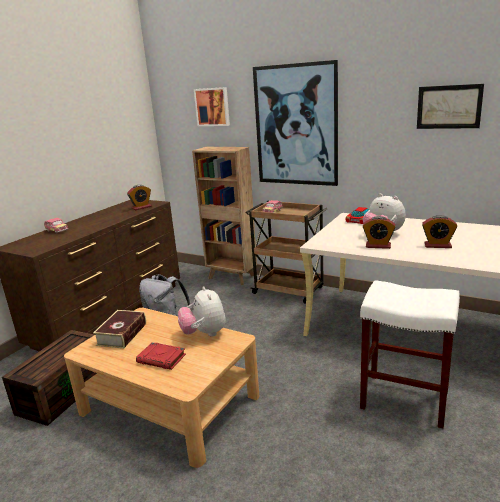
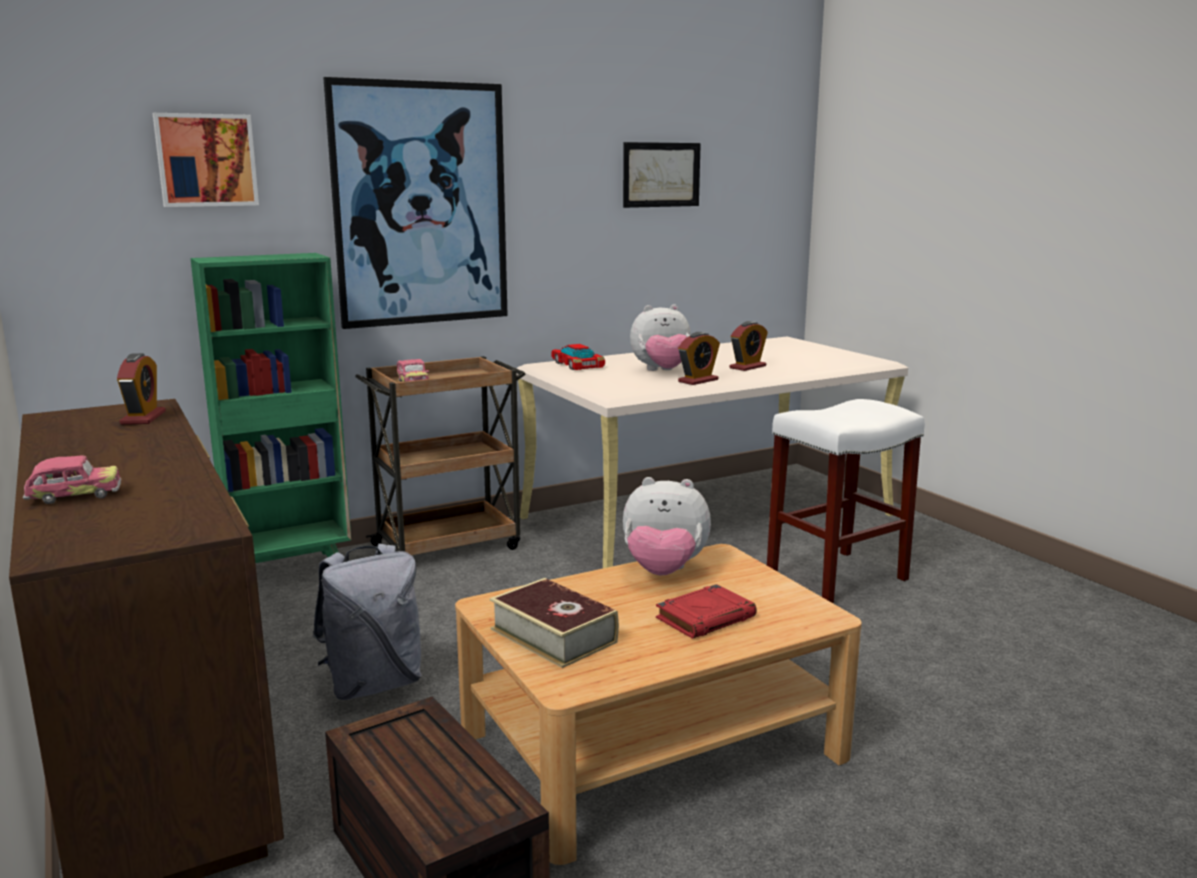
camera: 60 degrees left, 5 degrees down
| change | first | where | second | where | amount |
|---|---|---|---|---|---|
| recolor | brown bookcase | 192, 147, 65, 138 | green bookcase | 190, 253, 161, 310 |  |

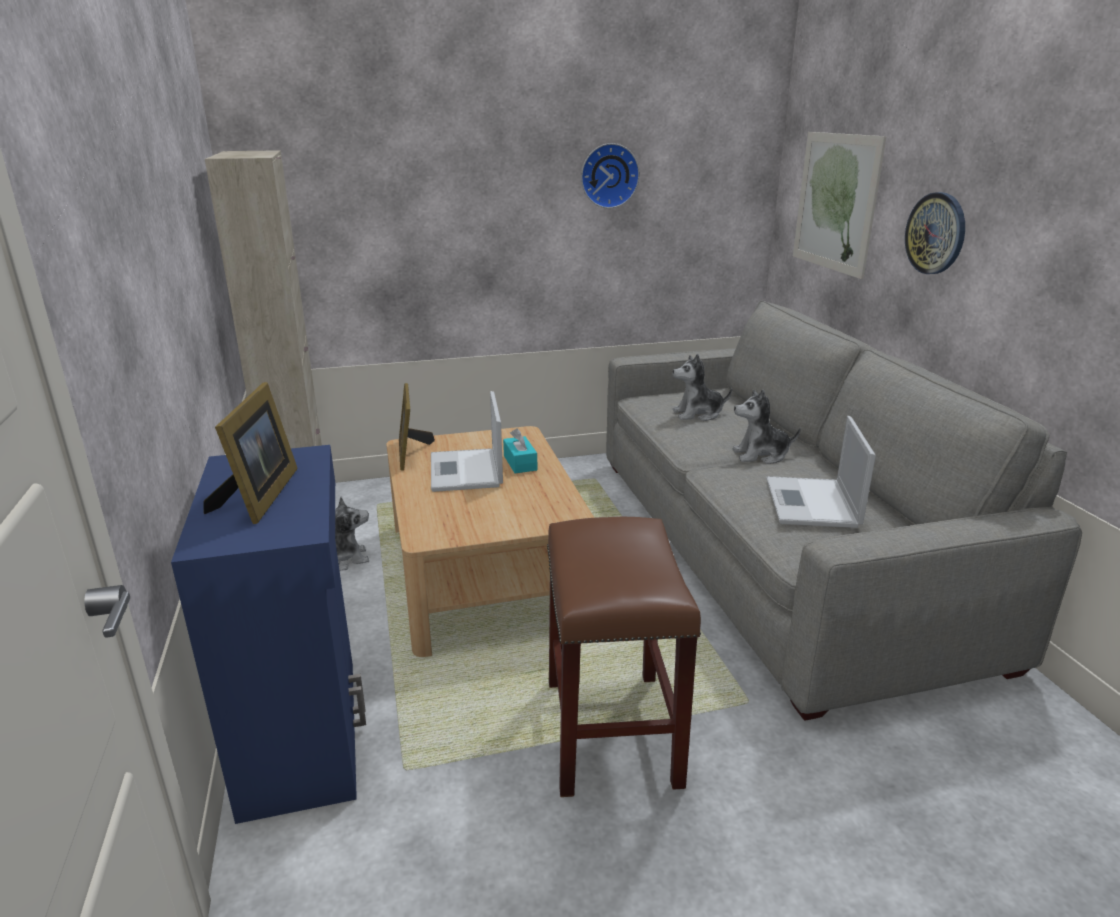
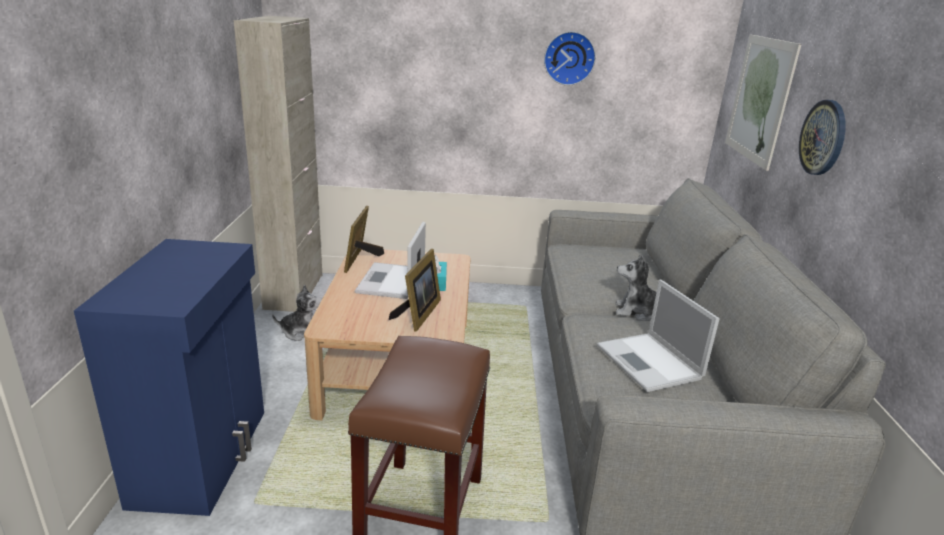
camera: 15 degrees right, 0 degrees up
| change | first | where | second | where | amount |
|---|---|---|---|---|---|
| delete | plush toy | 673, 354, 59, 67 |  |  |  |
| move | picture frame | 203, 382, 95, 142 |  | 389, 249, 52, 82 |  |
| rotate | laptop | 766, 416, 110, 112 |  | 597, 279, 123, 113 | 45 degrees counterclockwise |

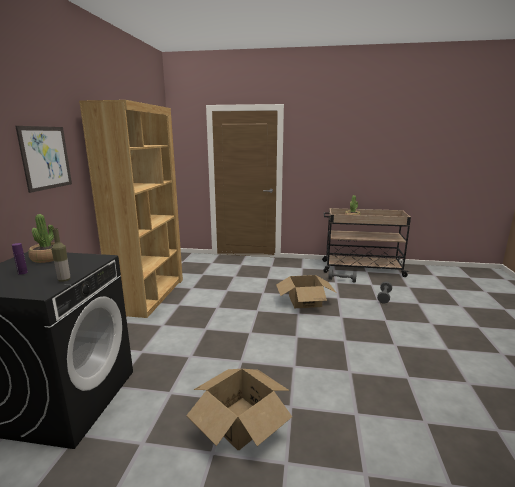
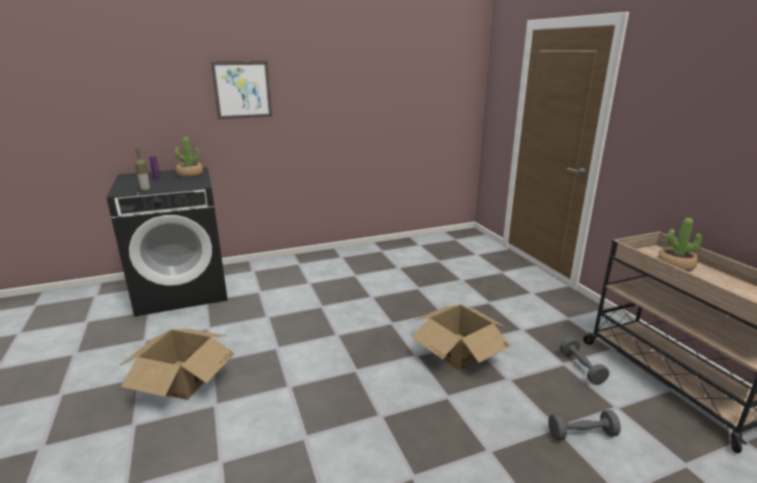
camera: 60 degrees right, 5 degrees up
| change | first | where | second | where | amount |
|---|---|---|---|---|---|
| delete | brown bookcase | 79, 100, 104, 218 |  |  |  |

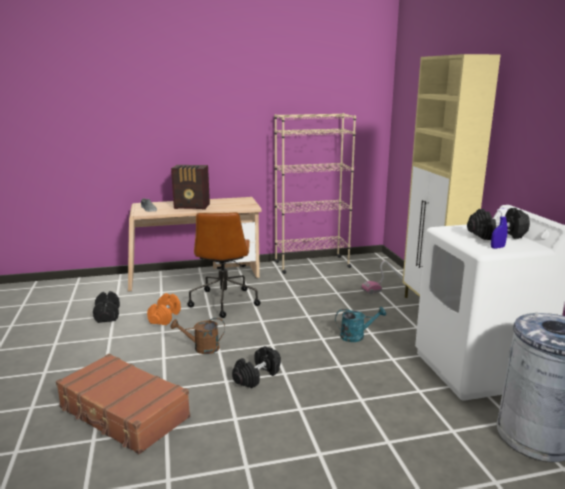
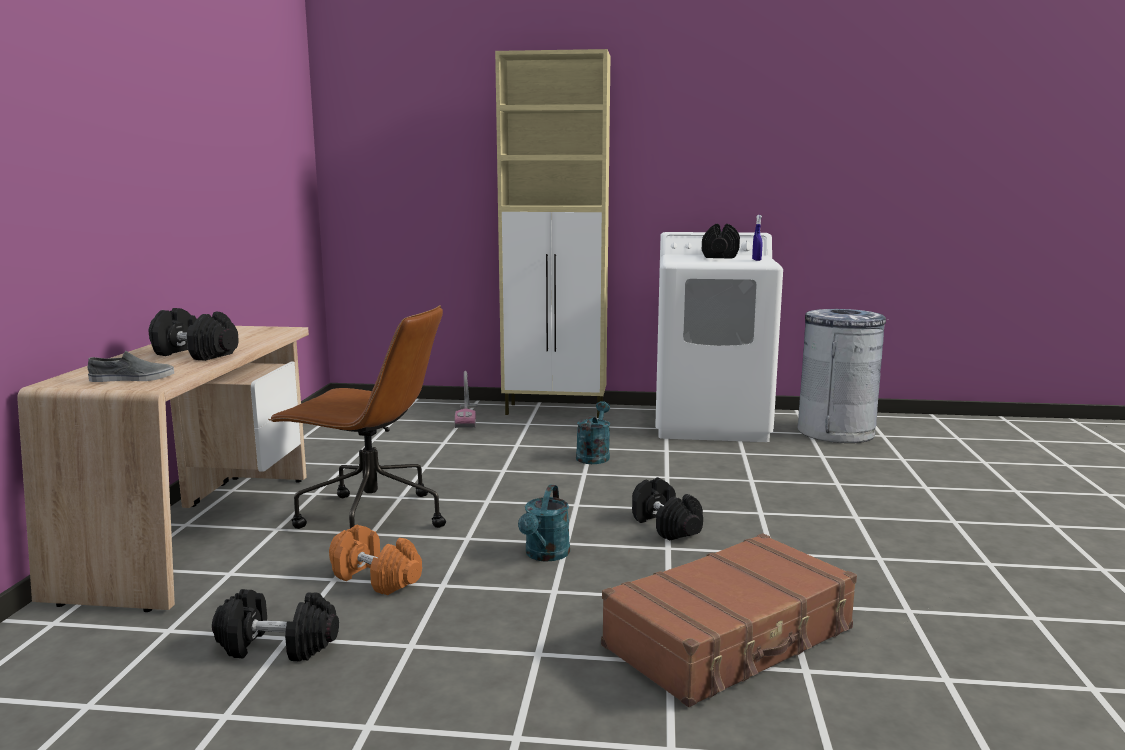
camera: 70 degrees left, 5 degrees down
| change | first | where | second | where | amount |
|---|---|---|---|---|---|
| delete | beige bookcase | 274, 113, 82, 161 |  |  |  |
| replace | radio | 171, 165, 39, 45 | black dumbbell | 149, 308, 90, 53 |  |
| recolor | brown watering can | 171, 318, 54, 36 | turquoise watering can | 518, 484, 52, 78 |  |

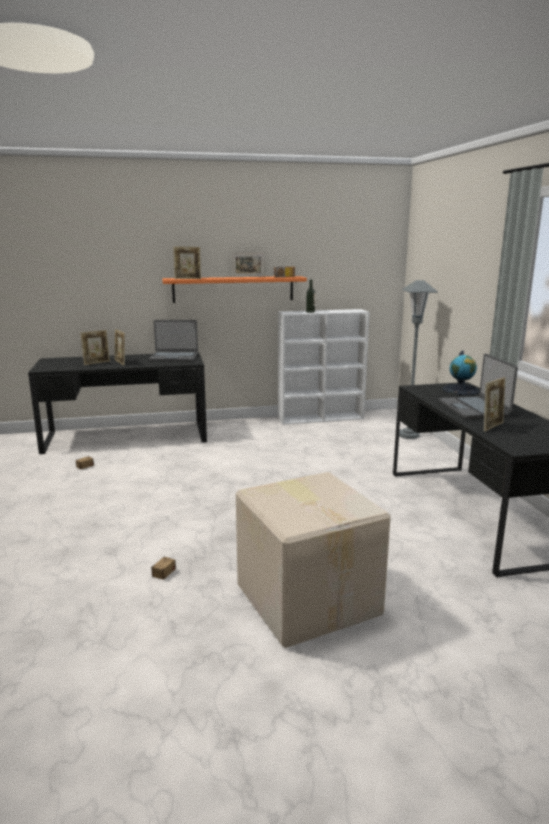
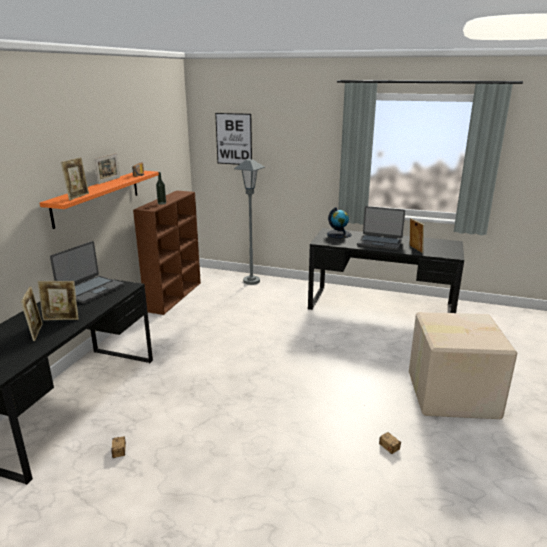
camera: 60 degrees left, 5 degrees up
| change | first | where | second | where | amount |
|---|---|---|---|---|---|
| recolor | white bookcase | 278, 309, 91, 116 | brown bookcase | 133, 191, 68, 124 |  |
| insert |  |  | picture | 215, 113, 37, 52 |  |

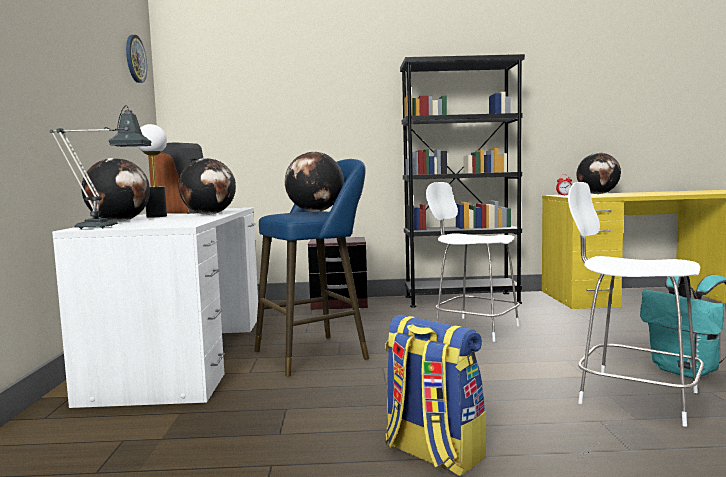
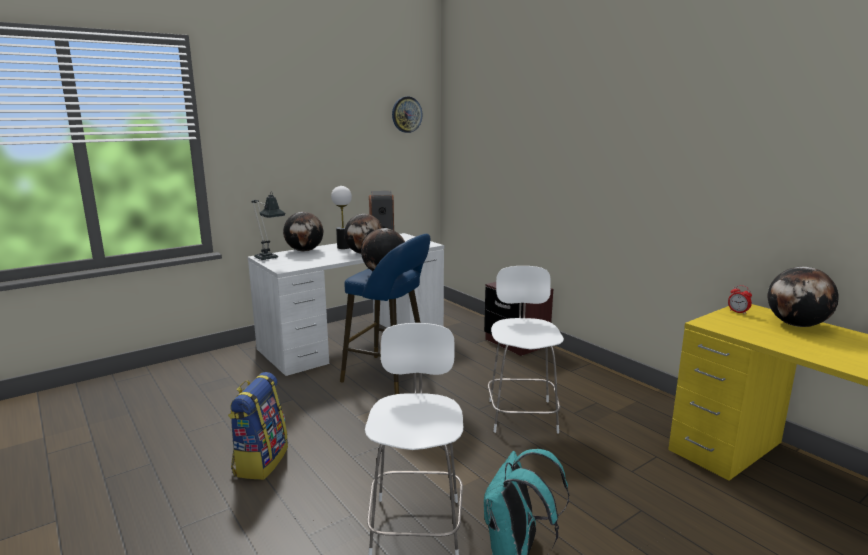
camera: 55 degrees right, 10 degrees up
| change | first | where | second | where | amount |
|---|---|---|---|---|---|
| delete | black bookcase | 400, 54, 125, 254 |  |  |  |

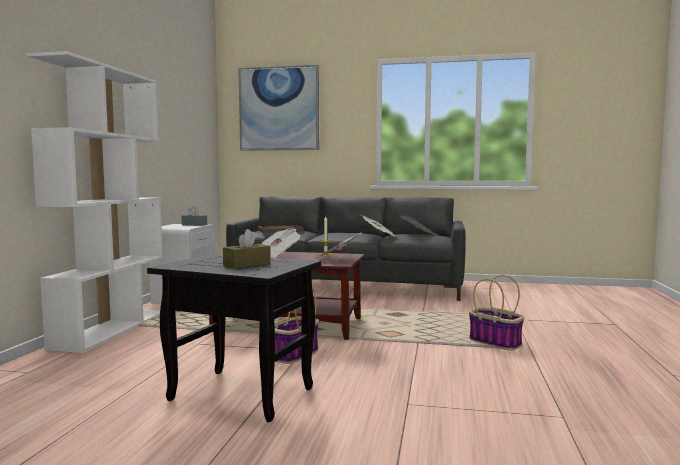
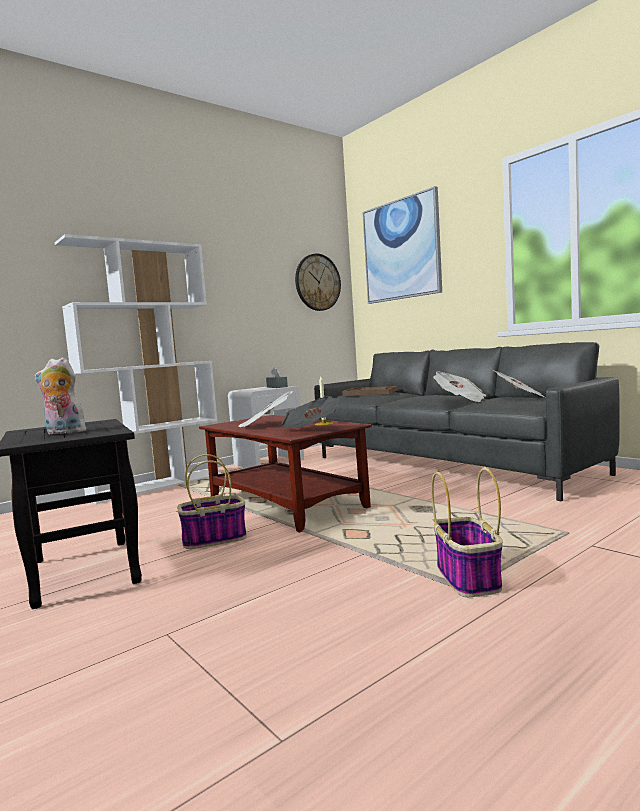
camera: 40 degrees right, 0 degrees up
| change | first | where | second | where | amount |
|---|---|---|---|---|---|
| replace | brown tissue box | 223, 229, 48, 39 | plush toy | 35, 357, 51, 77 |  |
| insert |  |  | wall clock | 295, 253, 46, 58 |  |

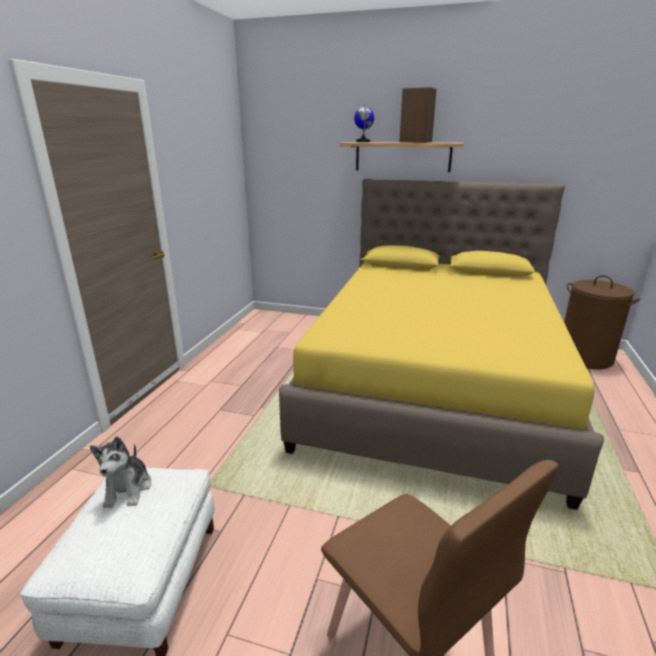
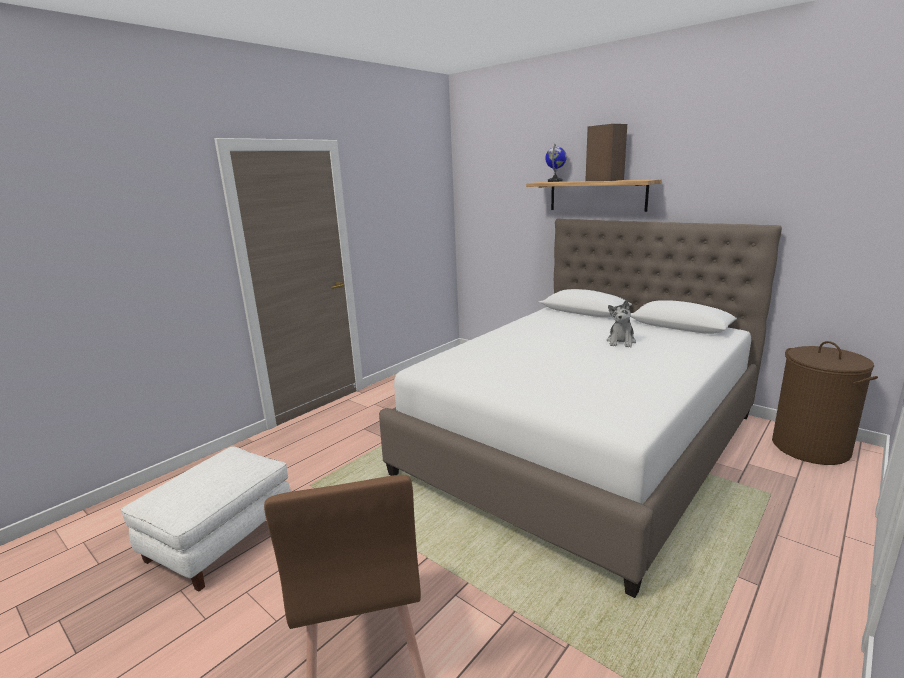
camera: 25 degrees right, 5 degrees down
| change | first | where | second | where | amount |
|---|---|---|---|---|---|
| recolor | yellow bed | 279, 179, 325, 331 | white bed | 379, 219, 403, 379 |  |
| move | plush toy | 90, 436, 61, 72 |  | 607, 300, 29, 48 |  |

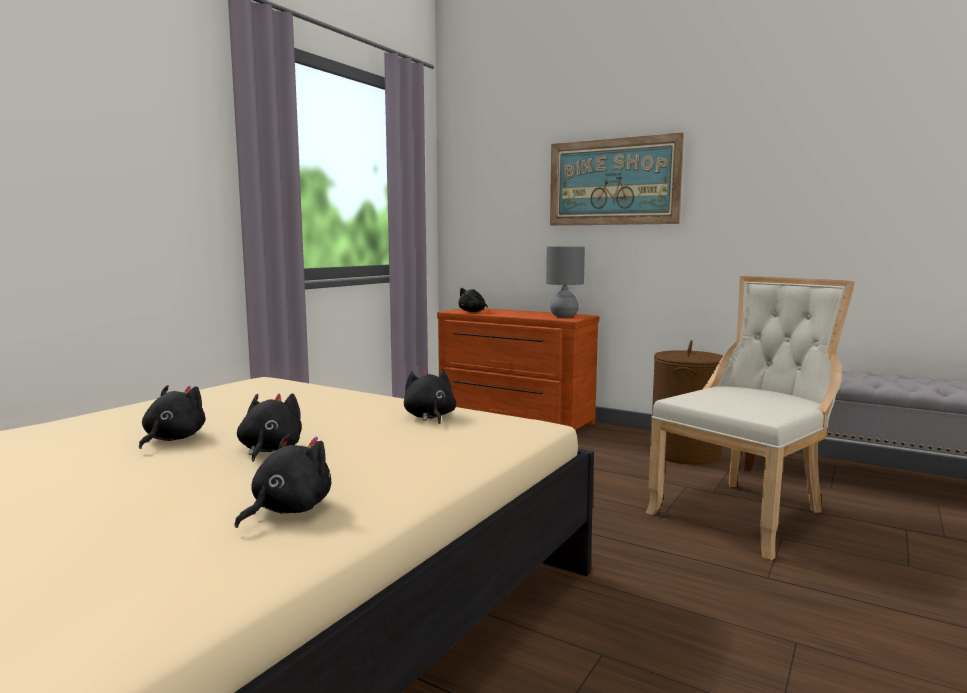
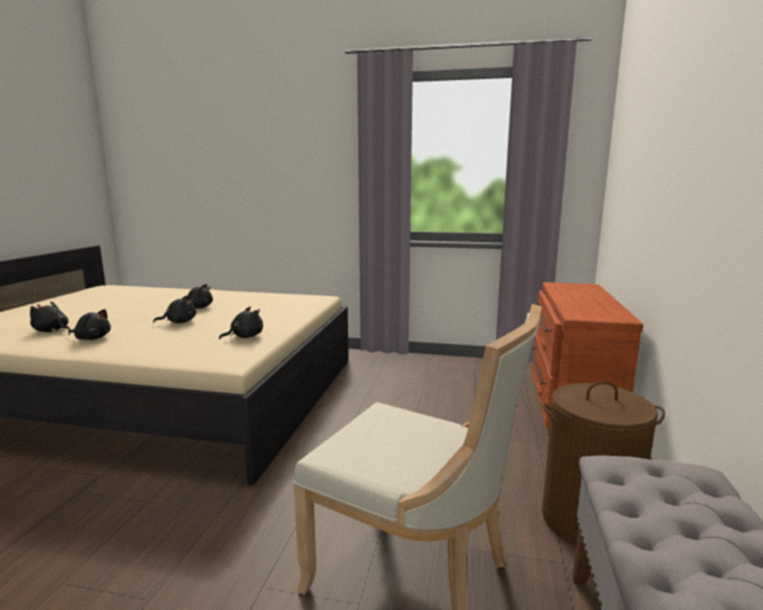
camera: 70 degrees right, 5 degrees up
| change | first | where | second | where | amount |
|---|---|---|---|---|---|
| delete | picture | 550, 132, 134, 94 |  |  |  |
| delete | grey table lamp | 546, 246, 39, 72 |  |  |  |
| move | black plush toy | 458, 288, 30, 24 |  | 30, 301, 40, 32 |  |

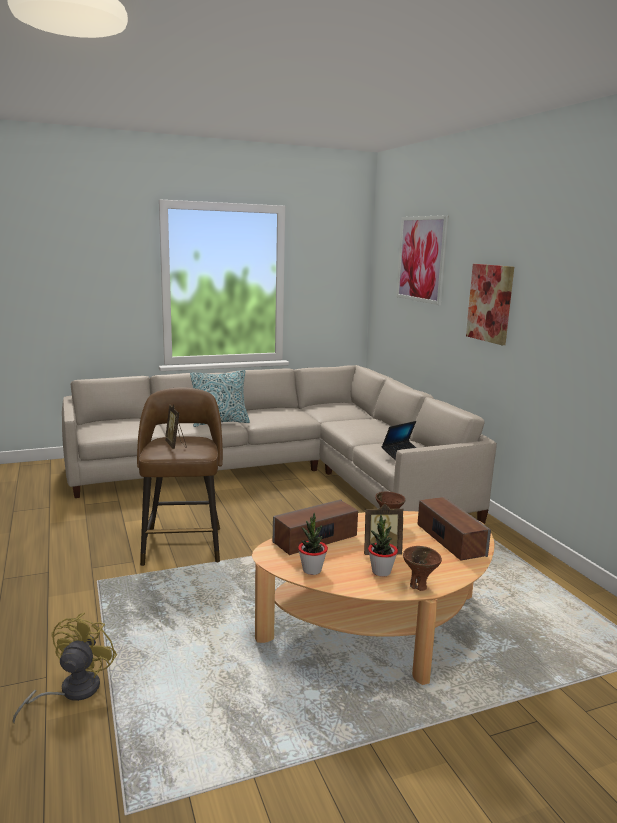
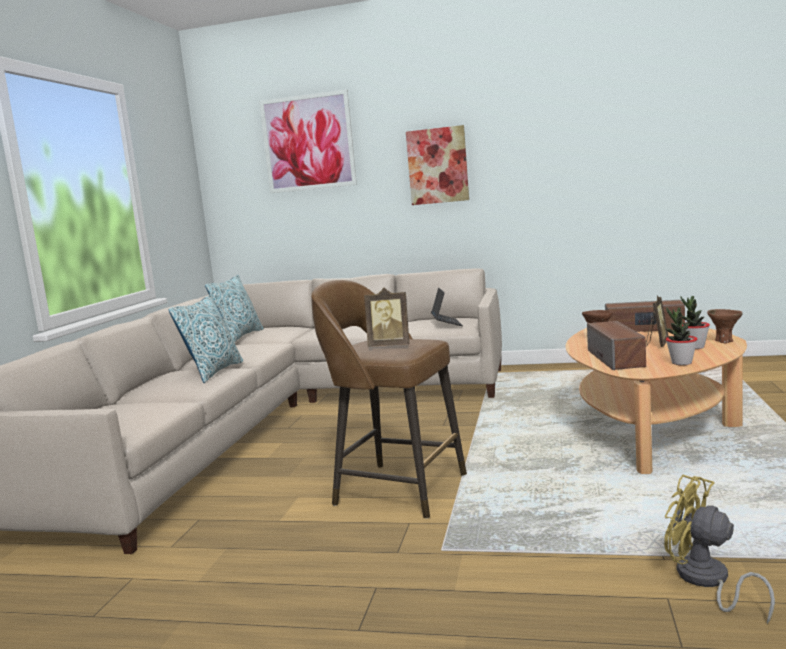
camera: 55 degrees left, 5 degrees down
| change | first | where | second | where | amount |
|---|---|---|---|---|---|
| insert |  |  | pillow | 205, 275, 59, 67 |  |

